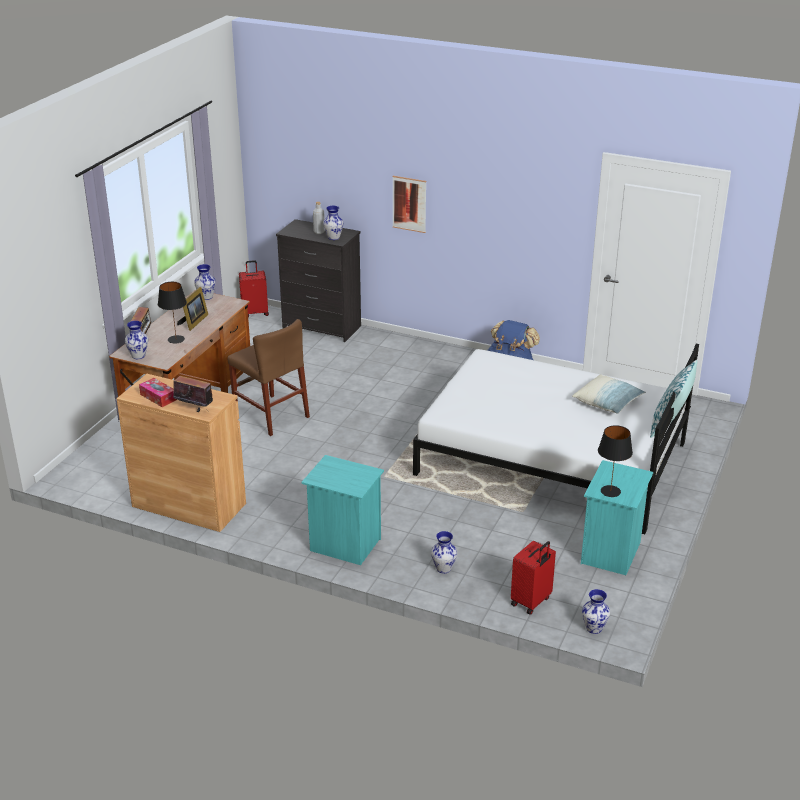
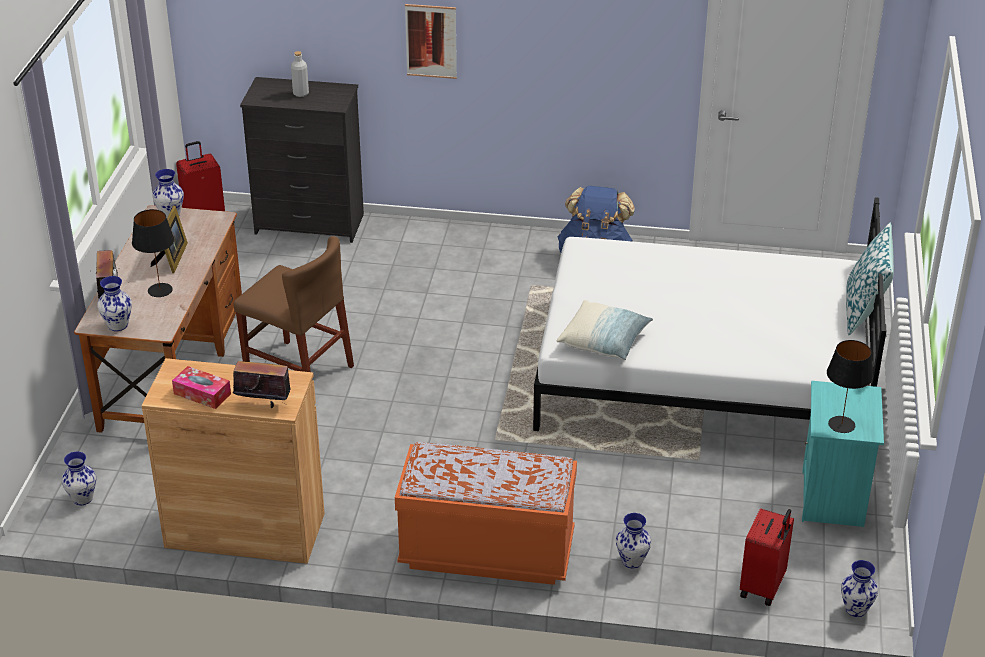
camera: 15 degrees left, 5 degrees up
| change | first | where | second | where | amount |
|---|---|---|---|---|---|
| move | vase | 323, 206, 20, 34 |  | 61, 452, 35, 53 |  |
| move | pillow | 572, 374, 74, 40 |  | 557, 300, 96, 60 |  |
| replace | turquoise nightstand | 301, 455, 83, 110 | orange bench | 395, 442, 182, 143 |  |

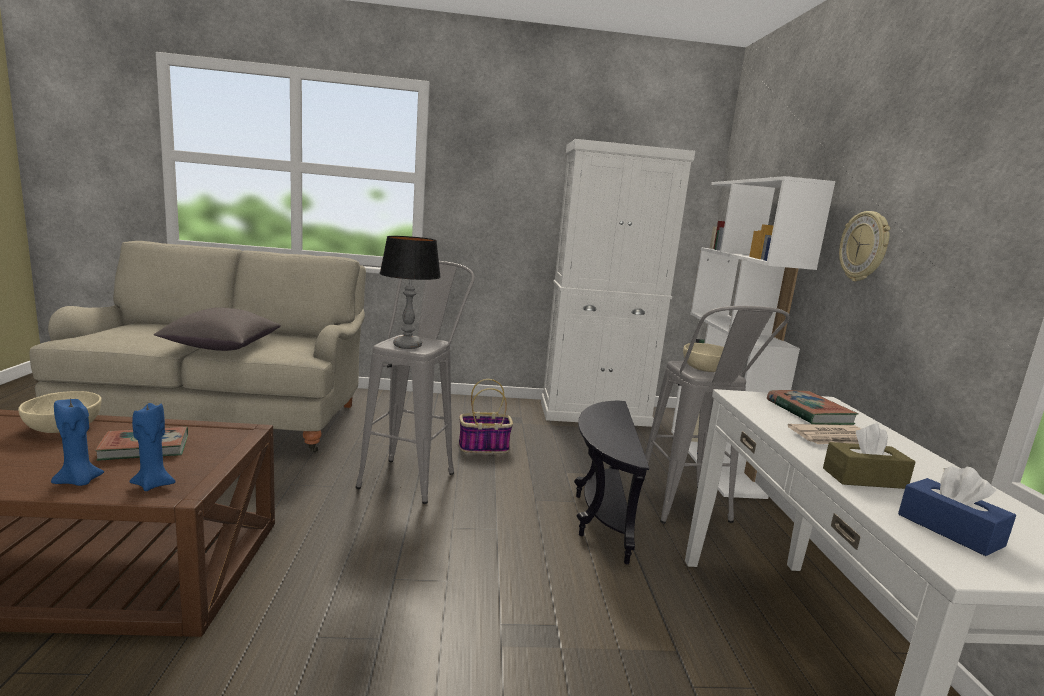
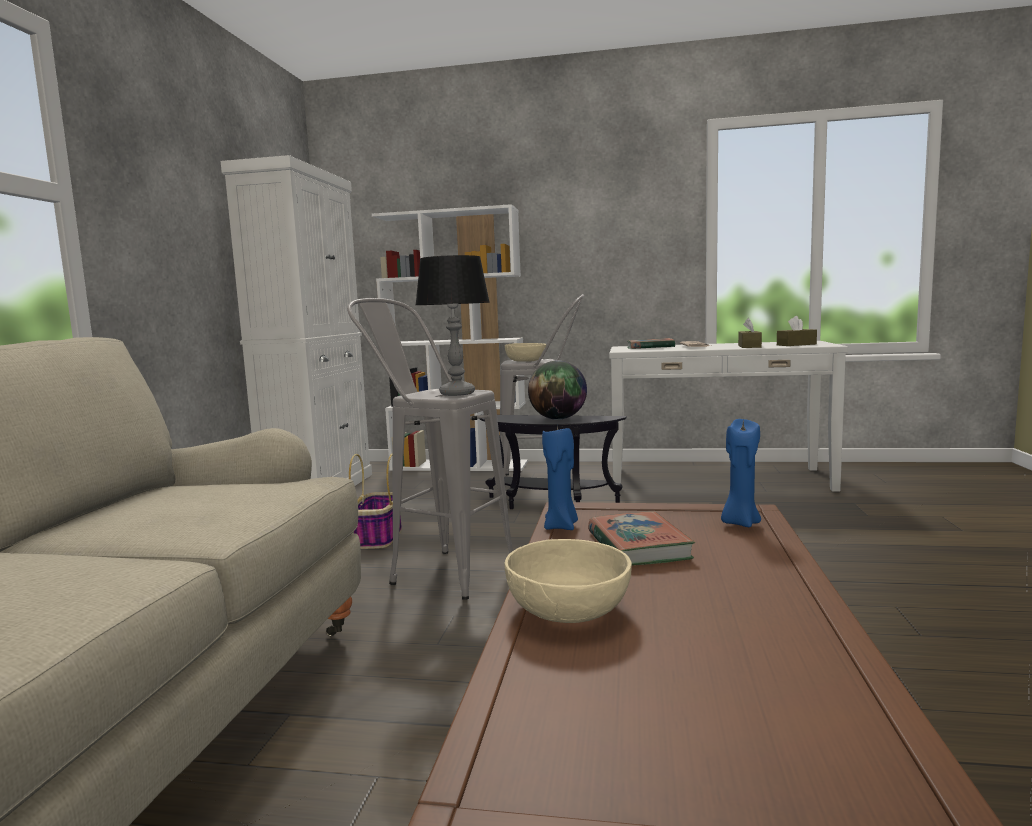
camera: 75 degrees left, 5 degrees down
| change | first | where | second | where | amount |
|---|---|---|---|---|---|
| delete | wall clock | 839, 211, 51, 70 |  |  |  |
| delete | grey pillow | 154, 307, 127, 44 |  |  |  |
| move | blue candle | 51, 398, 53, 88 |  | 542, 424, 36, 106 |  |
| recolor | blue tissue box | 898, 466, 118, 90 | brown tissue box | 777, 316, 40, 30 |  |
| insert |  |  | globe | 528, 360, 59, 60 |  |

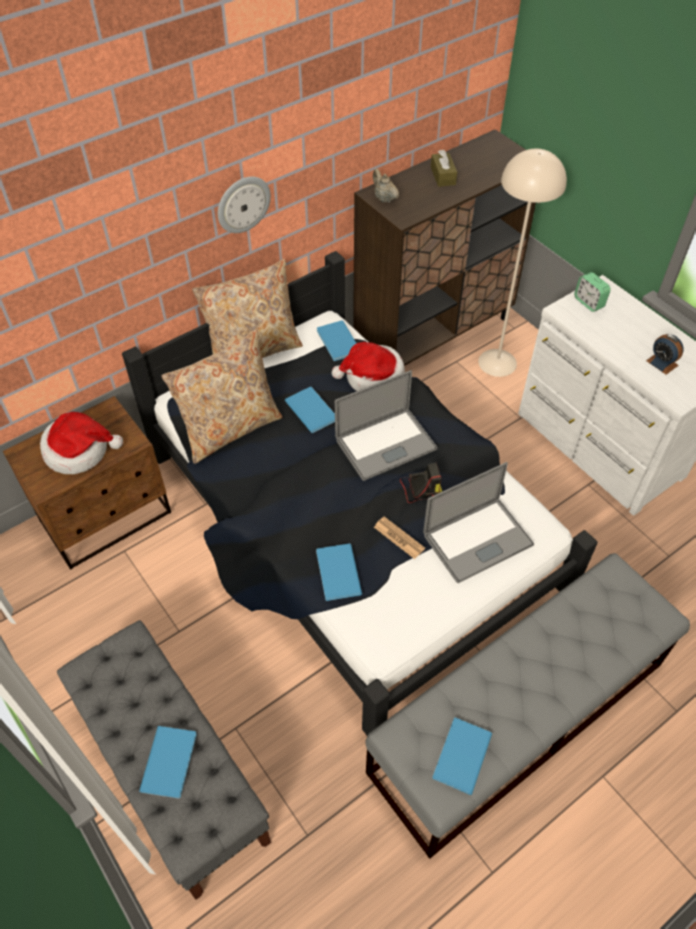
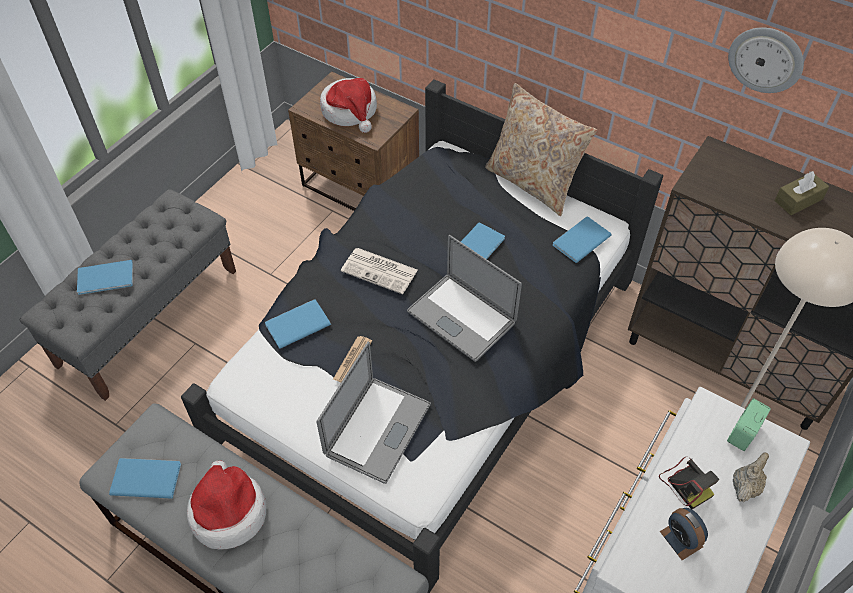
camera: 70 degrees right, 0 degrees up
| change | first | where | second | where | amount |
|---|---|---|---|---|---|
| move | beige teapot | 373, 169, 26, 34 |  | 733, 452, 36, 50 |  |
| move | wall clock | 218, 177, 53, 56 |  | 728, 27, 76, 66 |  |
| delete | beige pillow | 161, 330, 122, 134 |  |  |  |
| rotate | alarm clock | 646, 334, 38, 41 |  | 660, 508, 48, 52 | 60 degrees counterclockwise |
| move | hat | 332, 342, 73, 49 |  | 187, 461, 79, 88 |  |
| rotate | laptop | 423, 462, 111, 121 |  | 316, 342, 115, 142 | 105 degrees counterclockwise |
| move | photo camera | 400, 463, 42, 40 |  | 659, 457, 60, 52 |  |
| insert |  |  | newspaper | 341, 248, 77, 46 |  |

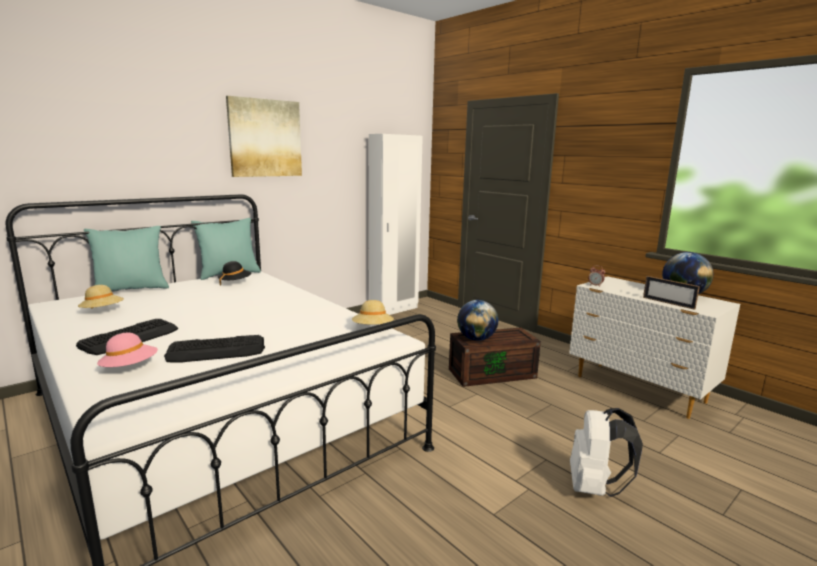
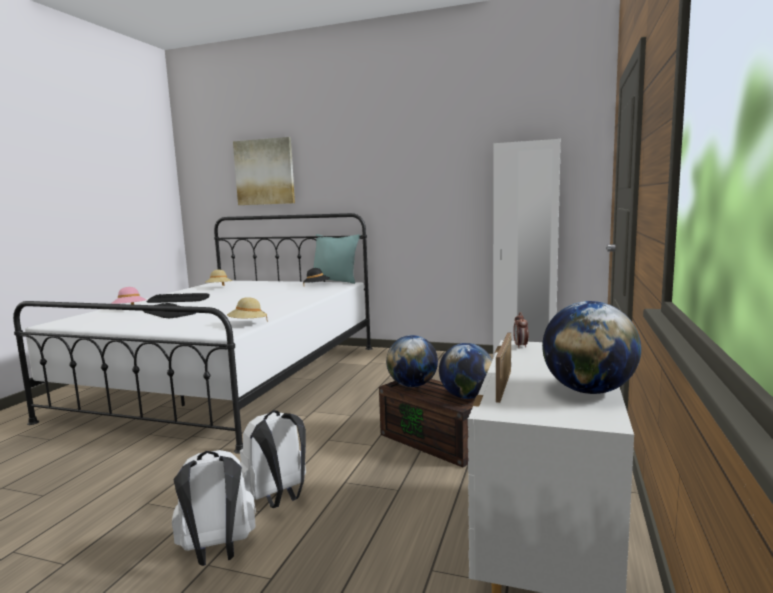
camera: 60 degrees right, 5 degrees down
| change | first | where | second | where | amount |
|---|---|---|---|---|---|
| move | picture | 226, 96, 76, 81 |  | 233, 137, 62, 68 |  |
| delete | turquoise pillow | 84, 226, 85, 65 |  |  |  |
| insert |  |  | globe | 439, 343, 53, 56 |  |
| insert |  |  | white backpack | 240, 410, 66, 98 |  |

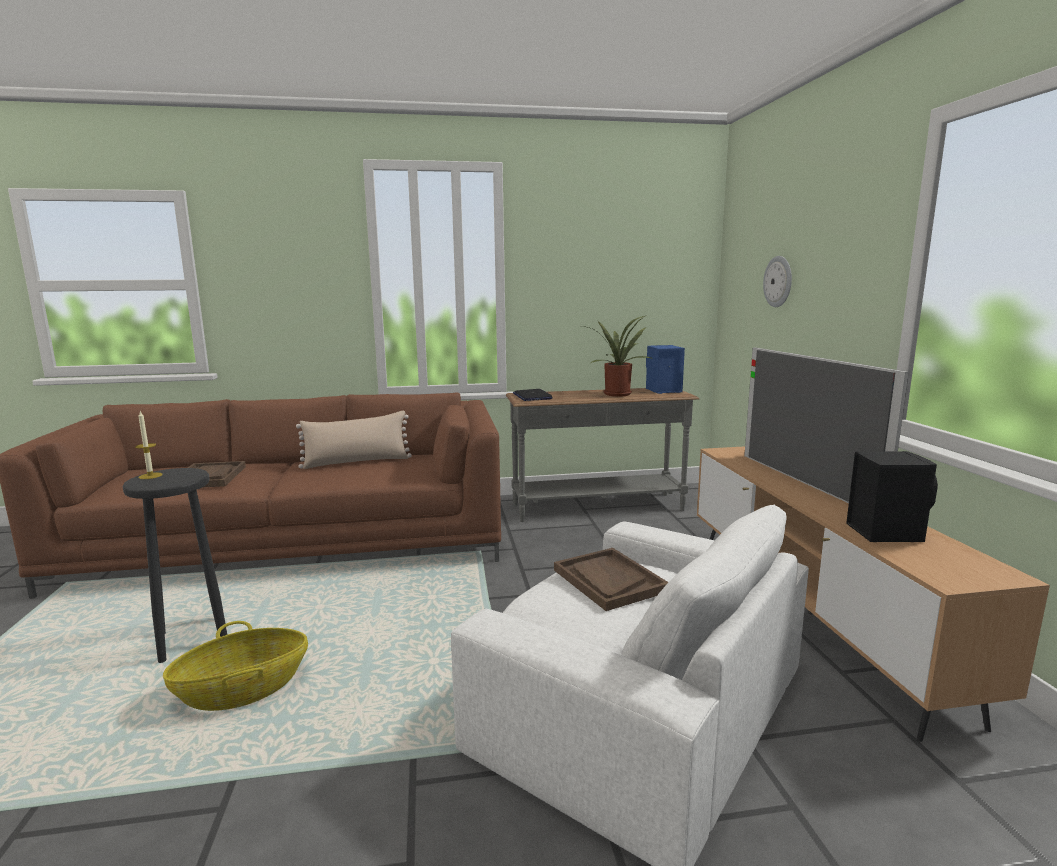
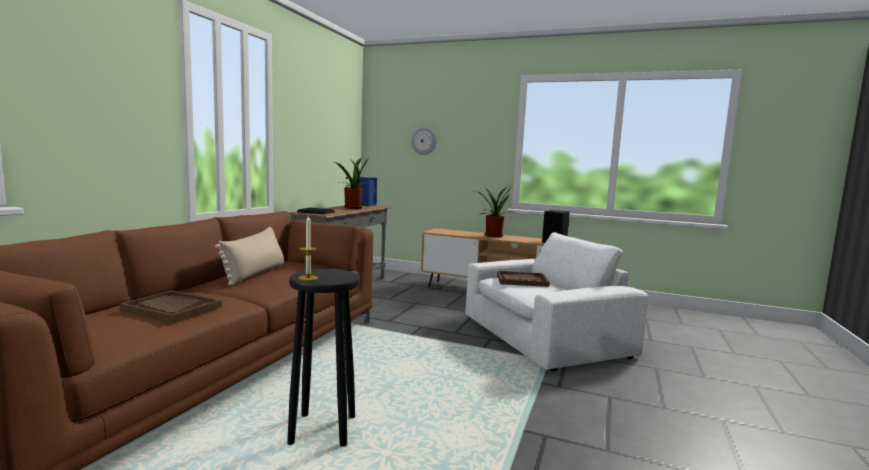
camera: 60 degrees left, 5 degrees down
| change | first | where | second | where | amount |
|---|---|---|---|---|---|
| replace | television | 744, 347, 165, 156 | potted plant | 476, 185, 40, 52 |  |
| delete | basket | 163, 621, 145, 90 |  |  |  |

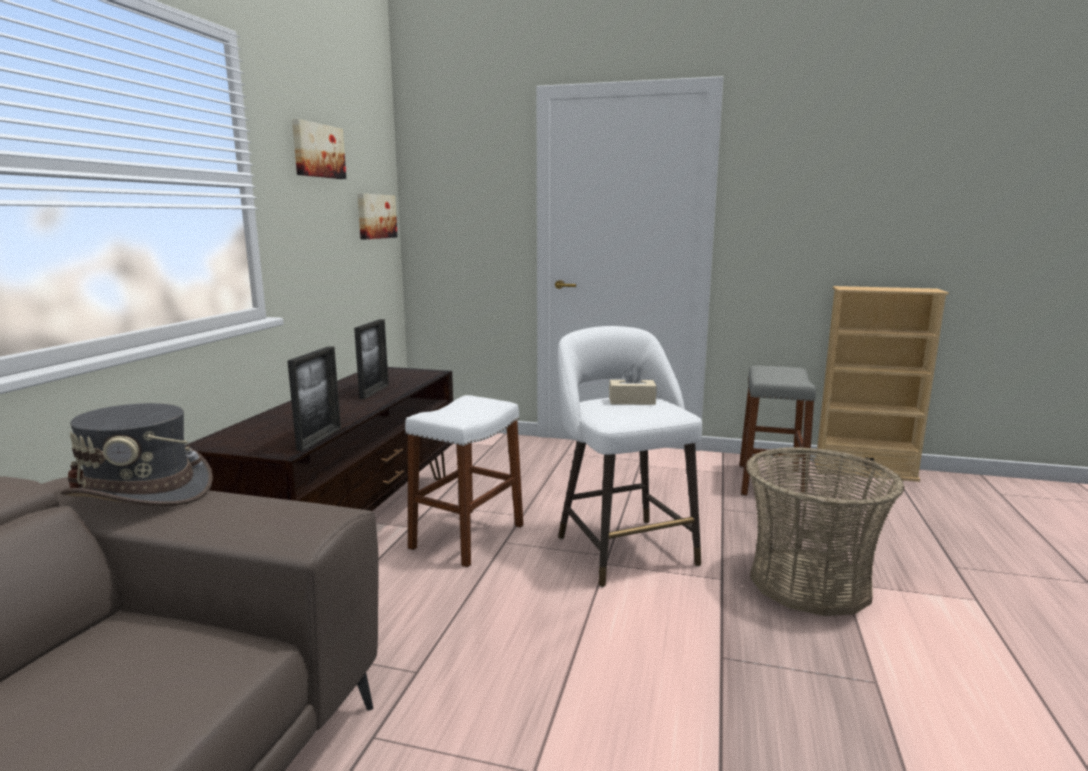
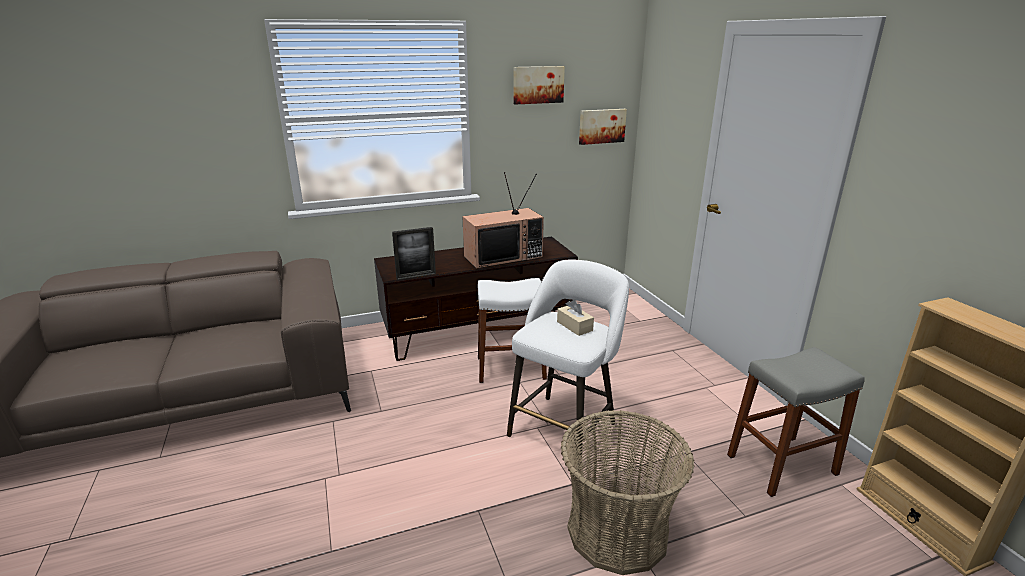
camera: 55 degrees right, 10 degrees up
| change | first | where | second | where | amount |
|---|---|---|---|---|---|
| replace | picture frame | 354, 319, 35, 80 | television | 462, 172, 82, 97 |  |
| delete | grey hat | 60, 403, 153, 103 |  |  |  |

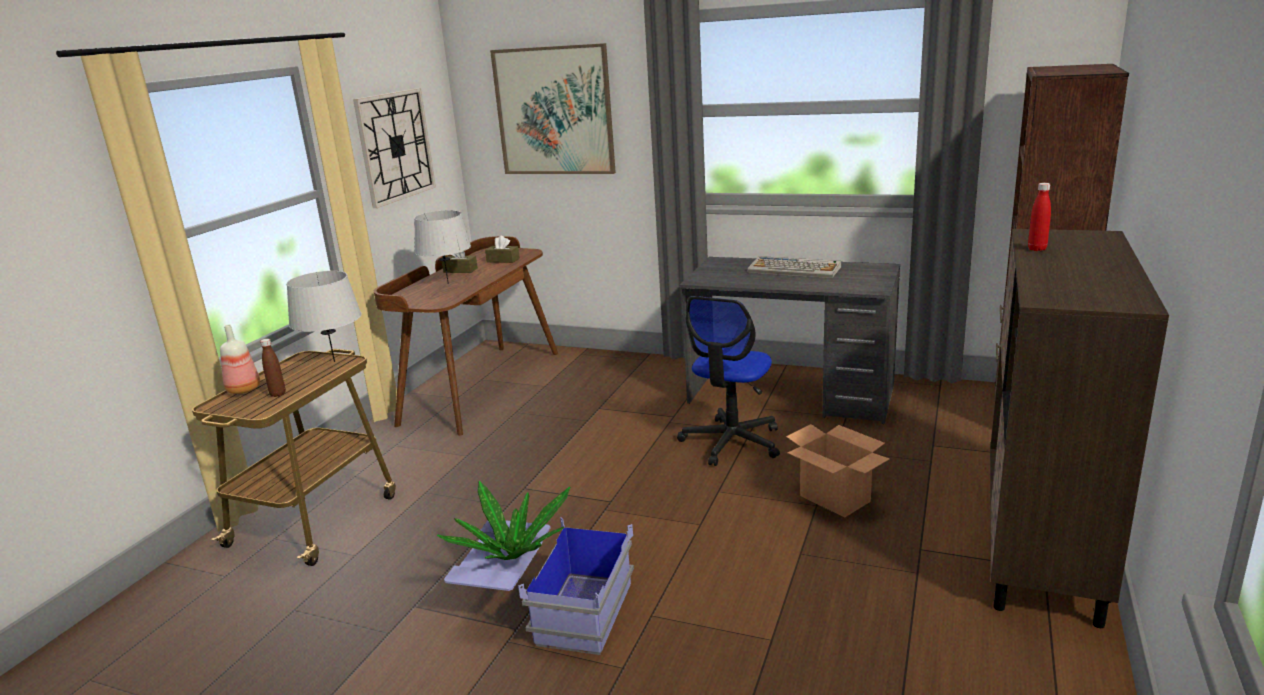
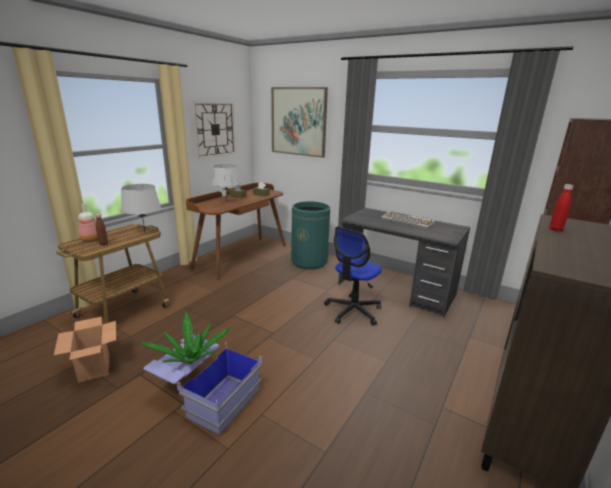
camera: 10 degrees right, 0 degrees up
| change | first | where | second | where | amount |
|---|---|---|---|---|---|
| move | cardboard box | 786, 424, 104, 94 |  | 54, 317, 62, 66 |  |
| insert |  |  | green trash can | 291, 202, 39, 67 |  |

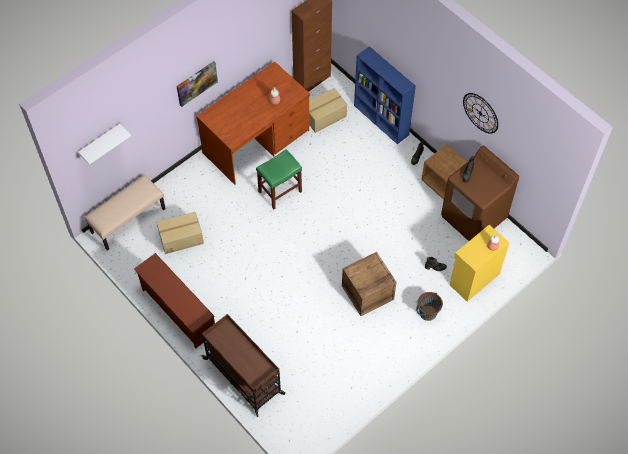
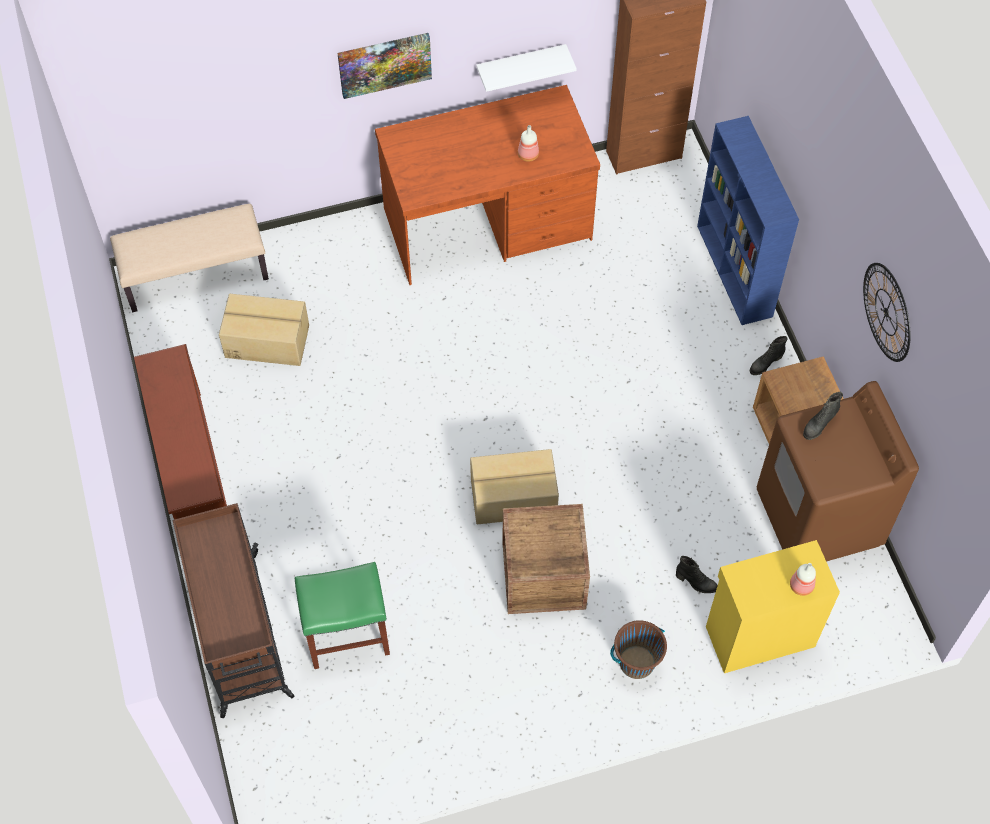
camera: 25 degrees right, 0 degrees up
| change | first | where | second | where | amount |
|---|---|---|---|---|---|
| move | cardboard box | 309, 88, 38, 45 |  | 470, 449, 89, 75 |  |
| move | white shelf | 78, 124, 53, 41 |  | 476, 44, 101, 48 |  |
| move | green stool | 256, 149, 46, 60 |  | 295, 562, 95, 107 |  |

